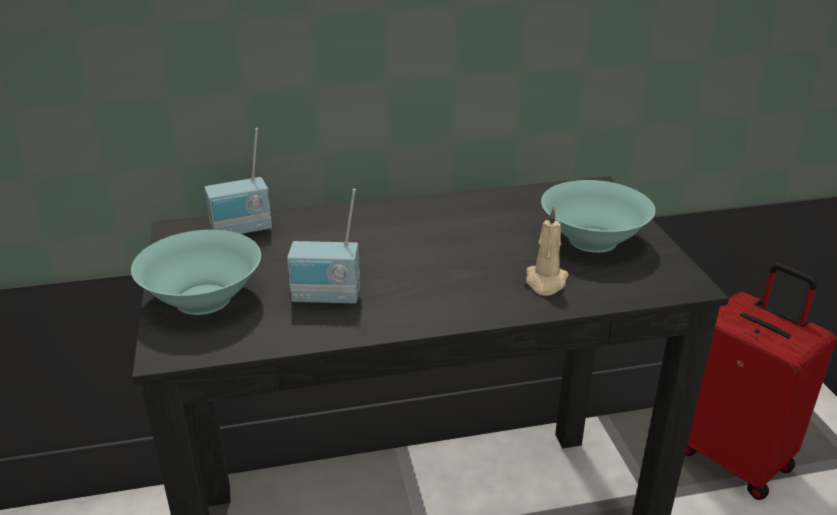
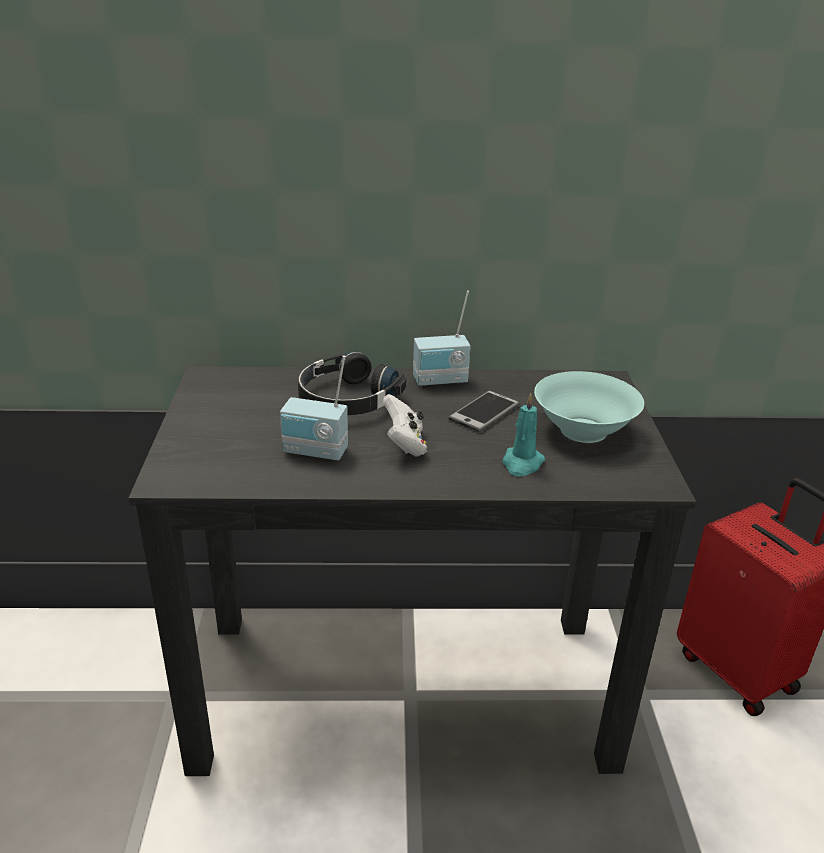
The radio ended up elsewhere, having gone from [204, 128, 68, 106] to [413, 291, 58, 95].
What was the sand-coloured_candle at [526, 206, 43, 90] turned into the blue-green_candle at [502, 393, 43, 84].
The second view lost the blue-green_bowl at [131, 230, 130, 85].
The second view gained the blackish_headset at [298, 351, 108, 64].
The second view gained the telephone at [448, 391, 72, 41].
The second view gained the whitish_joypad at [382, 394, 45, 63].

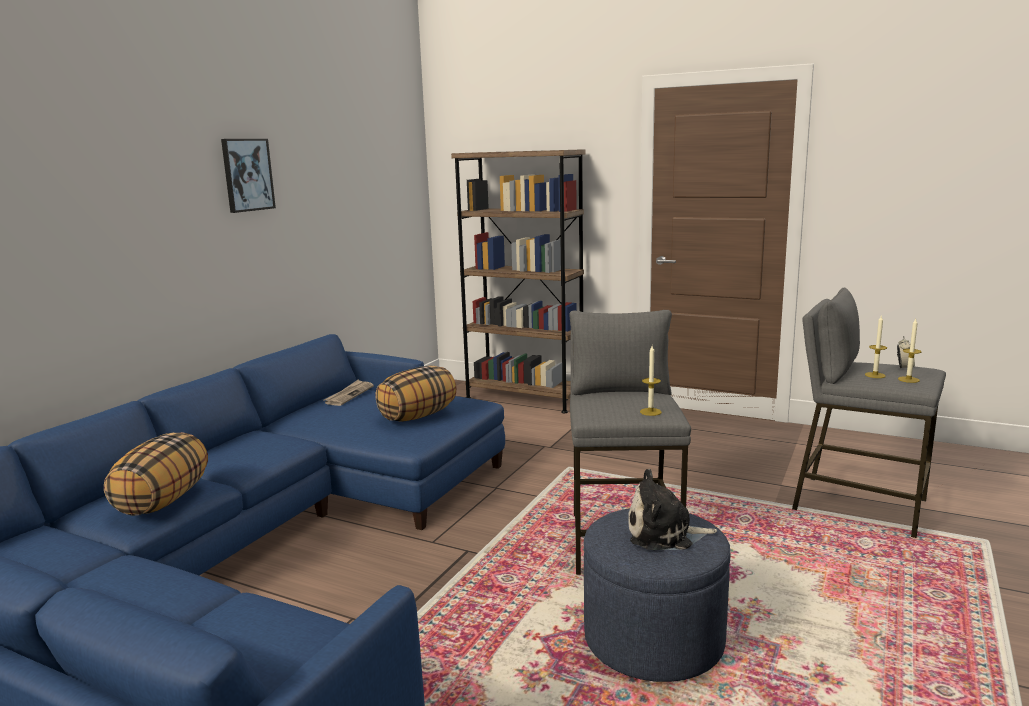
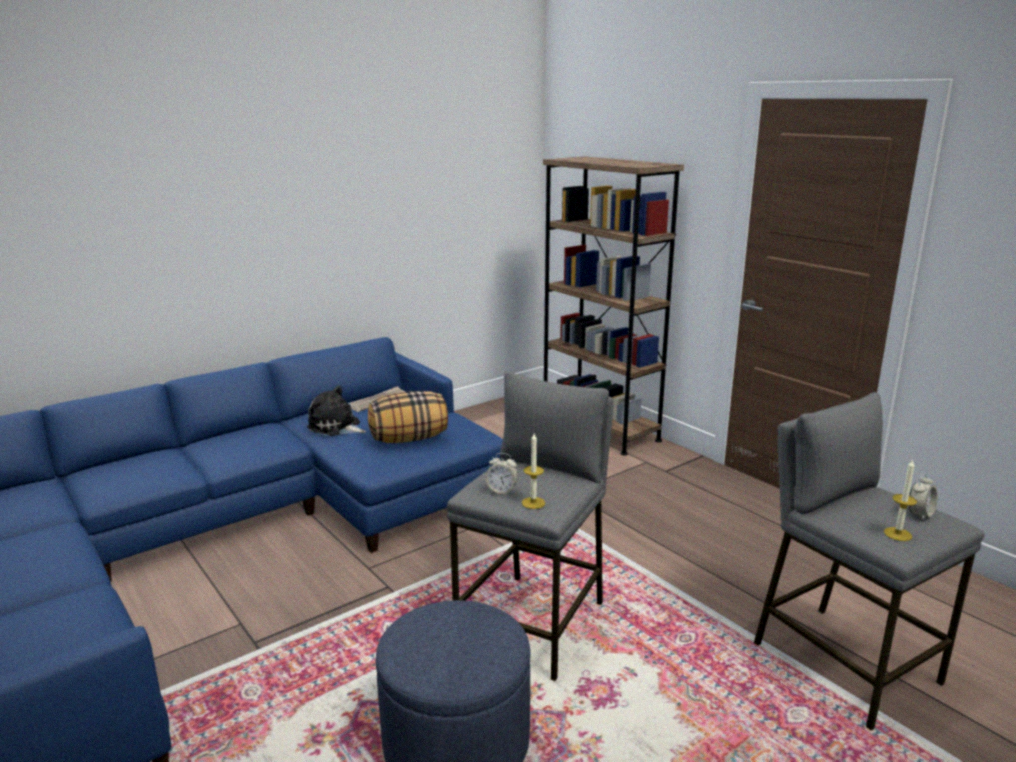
The second view lost the wall_picture at [221, 139, 55, 74].
The second view lost the candle at [865, 316, 22, 62].
The second view lost the cushion at [104, 432, 104, 84].
The cuddly_toy ended up elsewhere, having gone from [628, 469, 89, 81] to [307, 385, 59, 51].
The second view gained the table_clock at [485, 453, 33, 42].

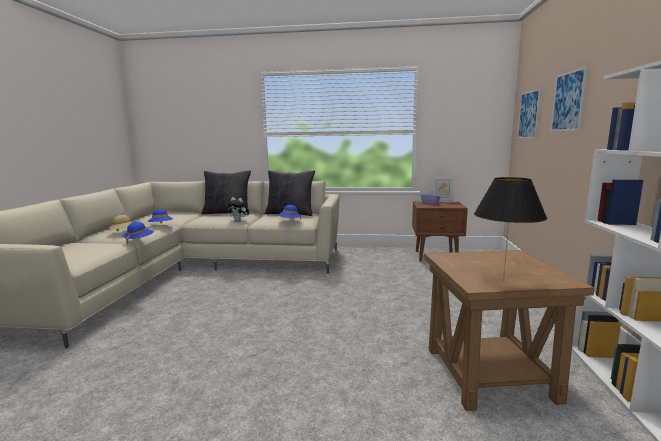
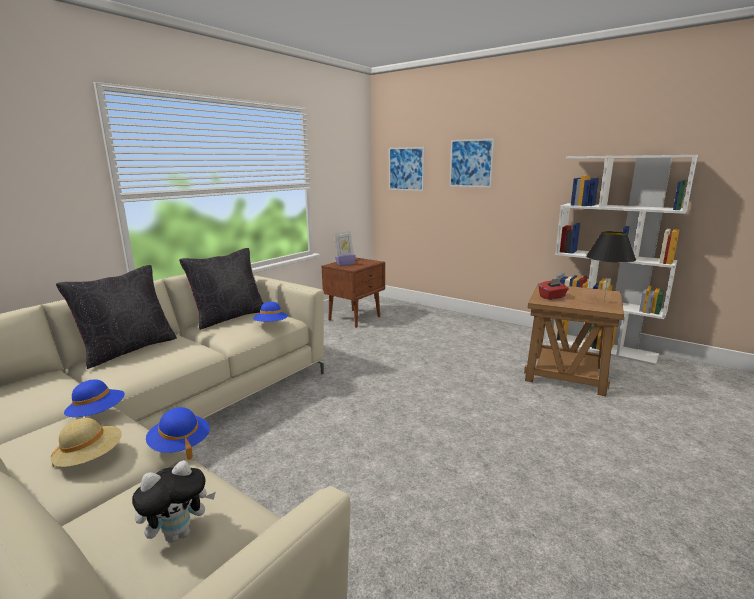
The cuddly_toy ended up elsewhere, having gone from [226, 197, 23, 25] to [132, 460, 84, 83].
The second view gained the red-coloured_box_of_tissues at [539, 278, 30, 22].

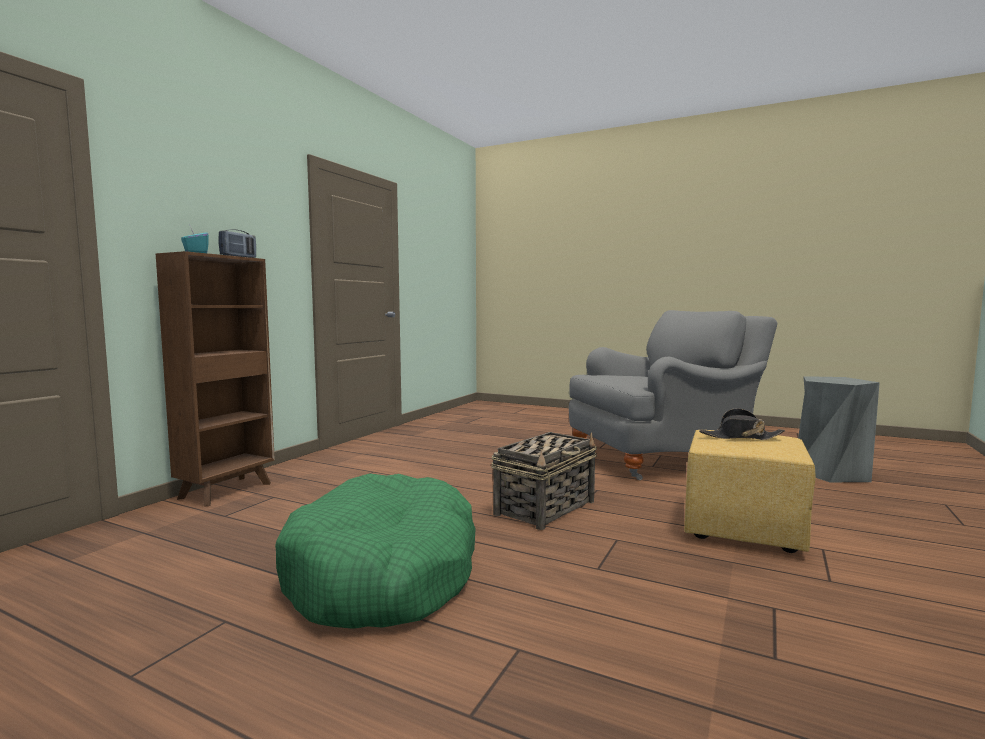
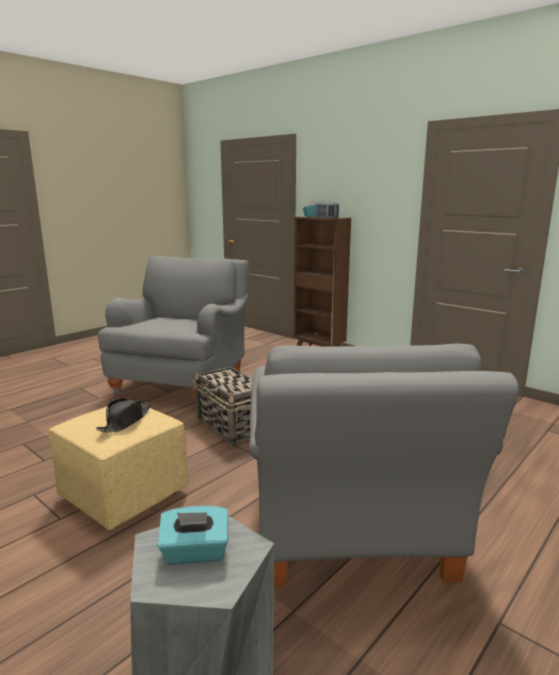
Where the green-coloured_pet_bed stood at [275, 474, 201, 155], the gray_armchair came to stand at [98, 256, 151, 141].
The second view gained the blue-green_box_of_tissues at [157, 506, 71, 59].

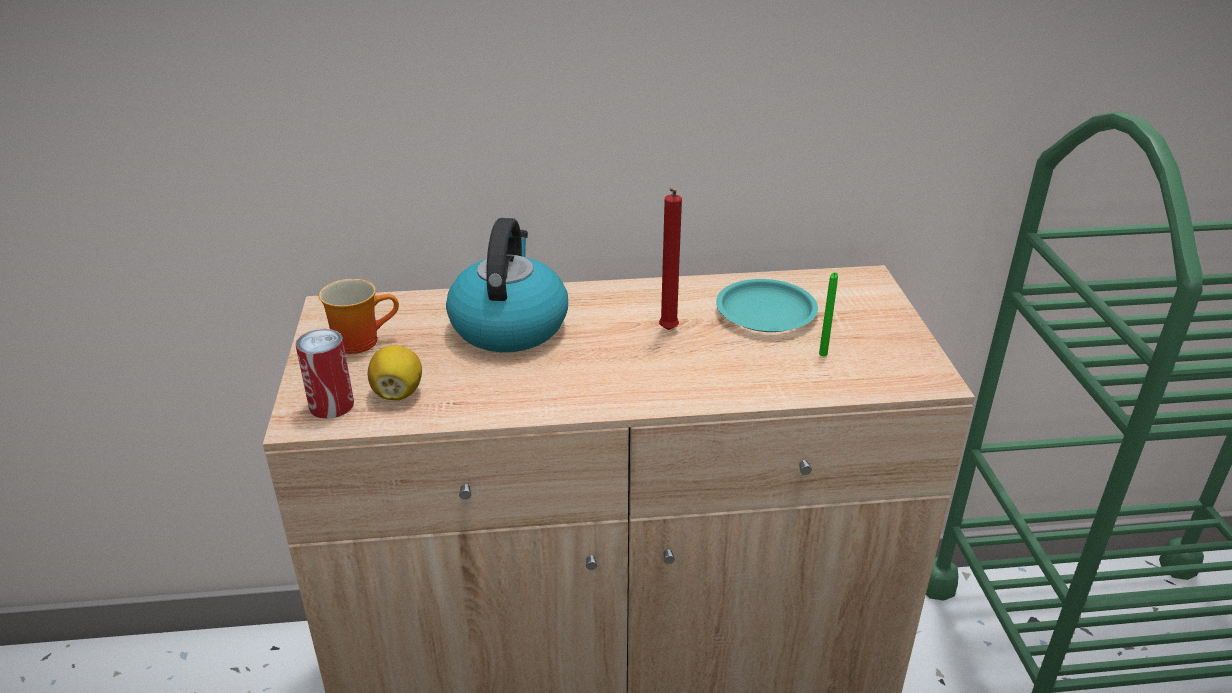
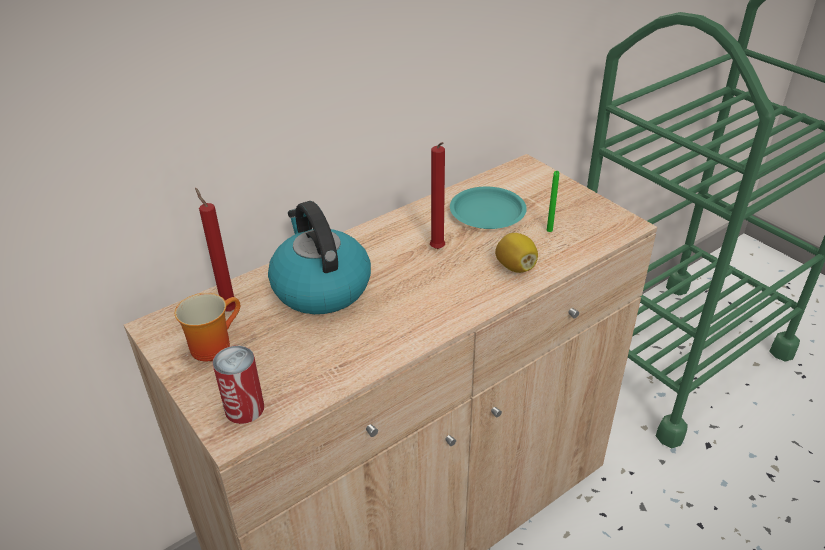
The citrus_fruit ended up elsewhere, having gone from [368, 345, 54, 55] to [495, 233, 43, 40].
The second view gained the red-coloured_candle at [195, 188, 41, 124].

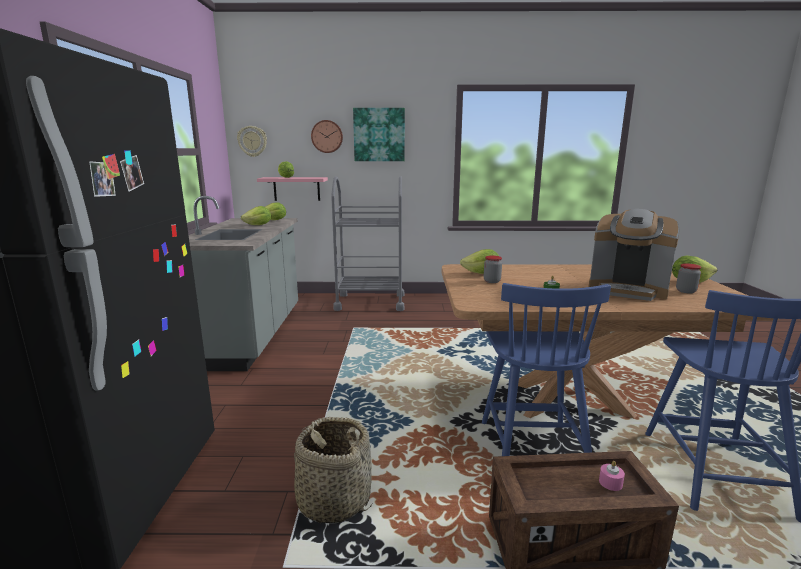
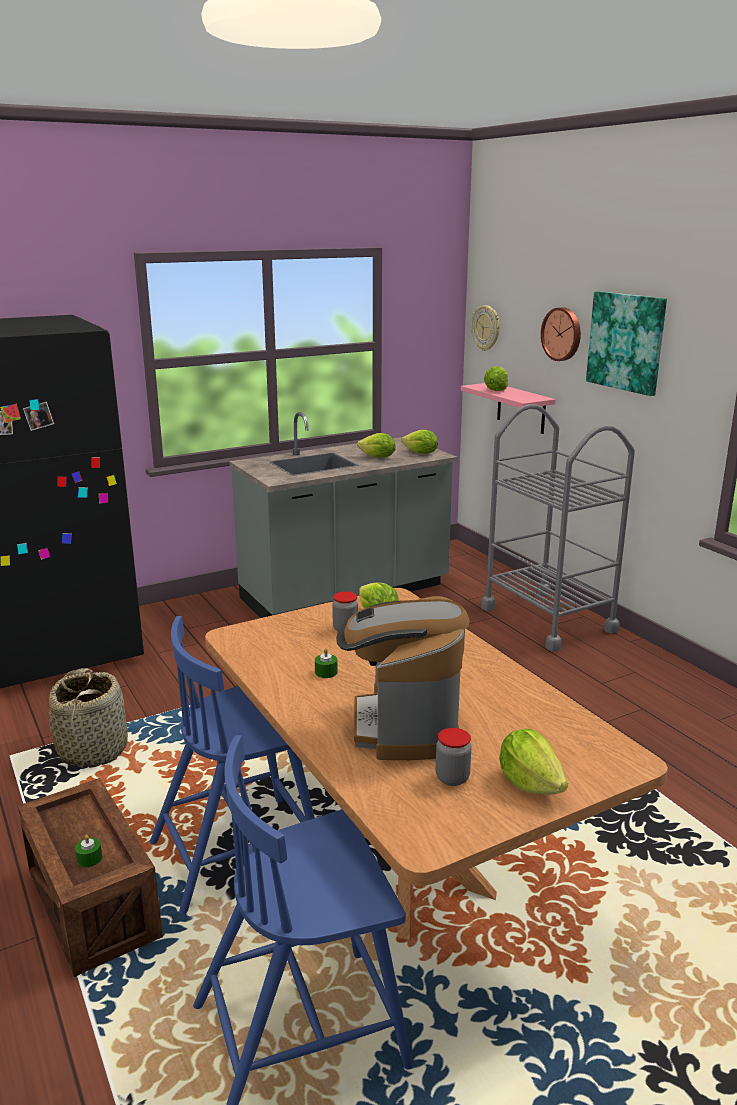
What was the pinkish_candle at [599, 461, 26, 30] turned into the green-coloured_candle at [75, 835, 27, 32].

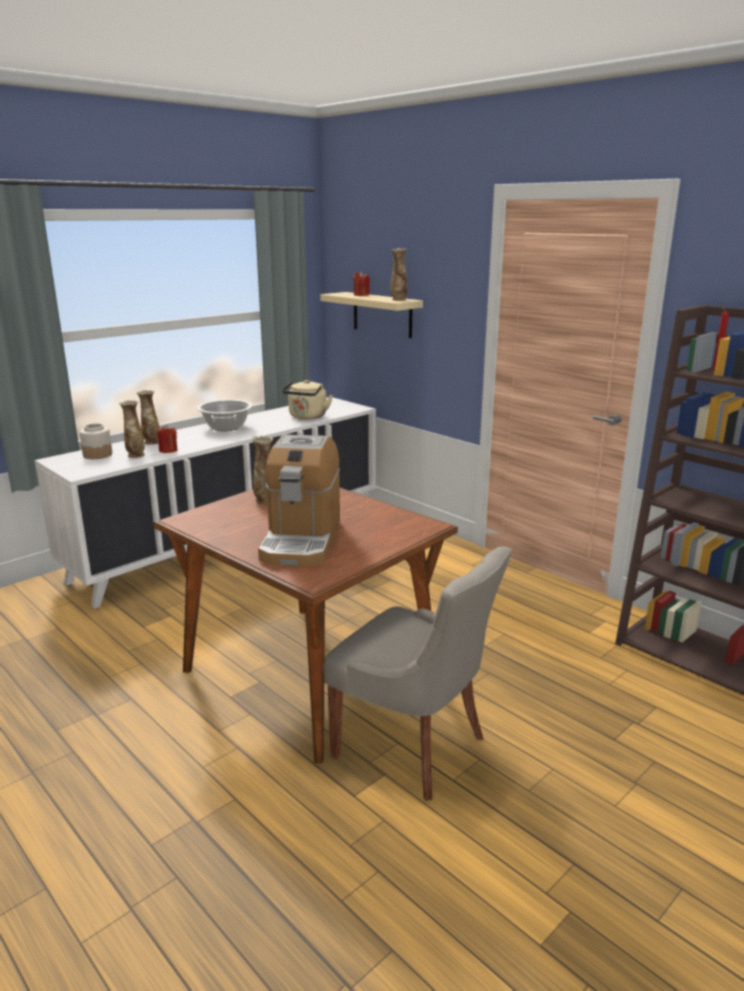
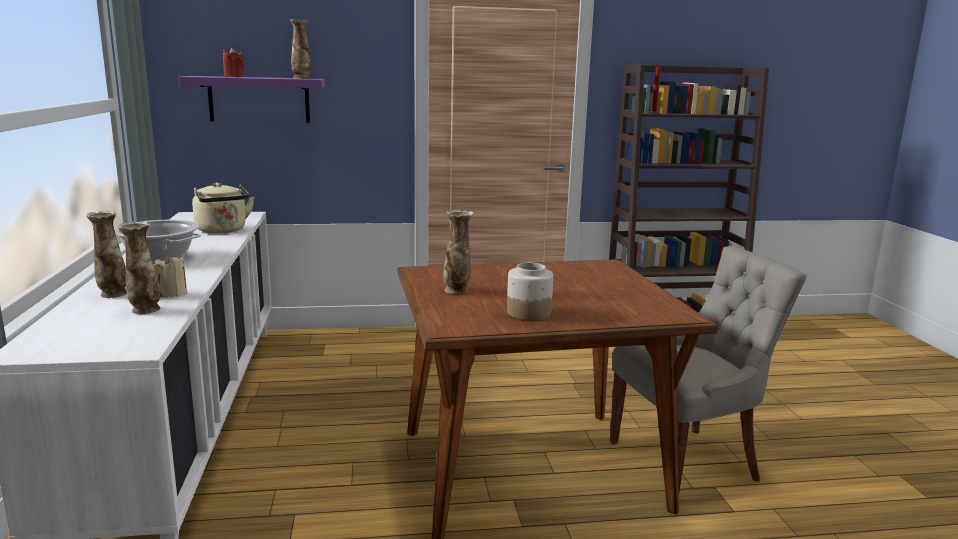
What was the sand-coloured_wall_shelf at [320, 292, 103, 46] turned into the purple-coloured_wall_shelf at [179, 76, 146, 47].
The jar ended up elsewhere, having gone from [80, 423, 32, 36] to [507, 263, 46, 57].
What was the red-coloured_candle at [157, 425, 20, 28] turned into the sand-coloured_candle at [154, 254, 33, 44].
The second view lost the coffee_machine at [258, 434, 82, 133].

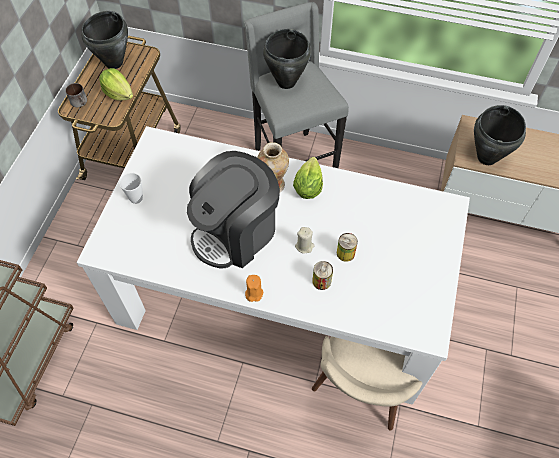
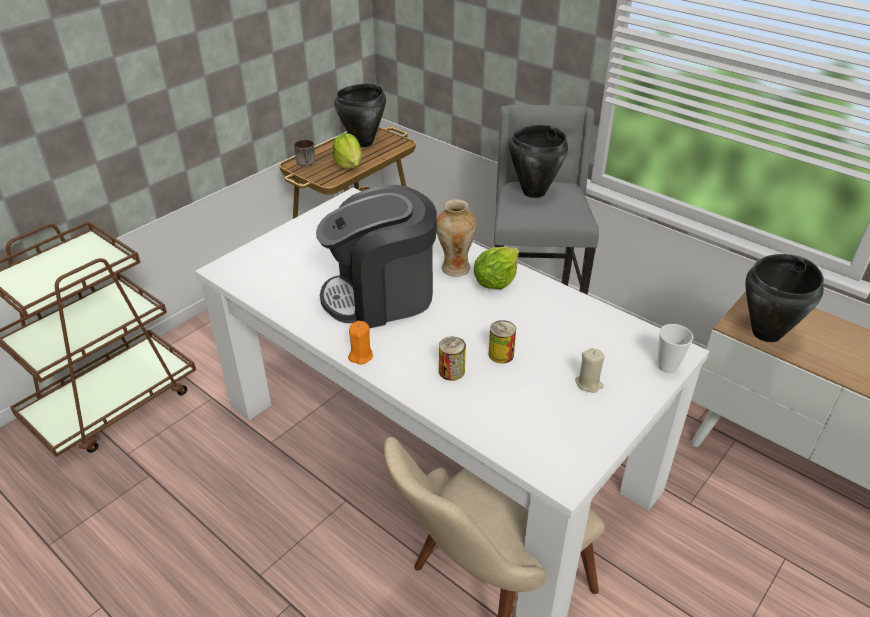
The drinking_cup ended up elsewhere, having gone from [119, 173, 24, 31] to [658, 324, 35, 50].
The sand-coloured_candle ended up elsewhere, having gone from [295, 227, 20, 27] to [575, 348, 30, 45].

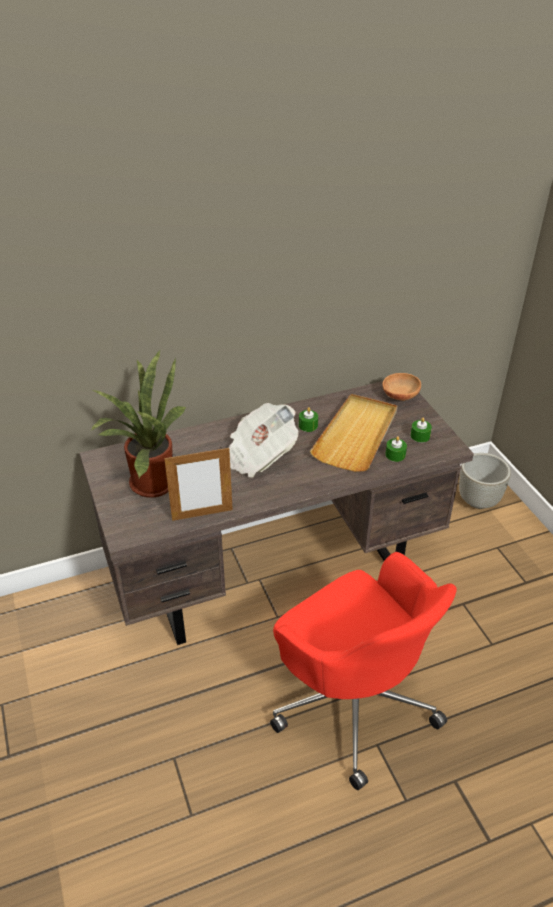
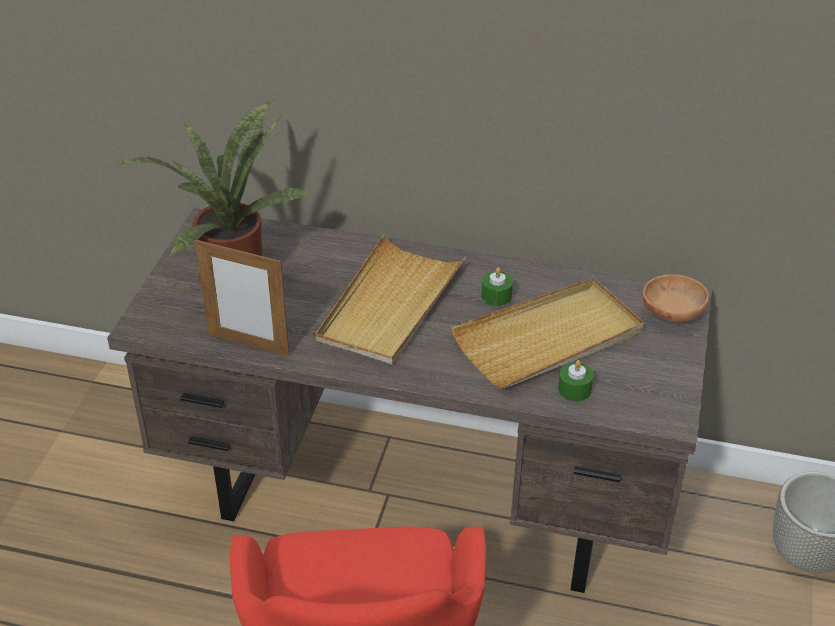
Where the printed_paper stood at [228, 403, 70, 75], the sand-coloured_serving_tray came to stand at [316, 234, 150, 131].
The second view lost the green-coloured_candle at [410, 418, 22, 24].

